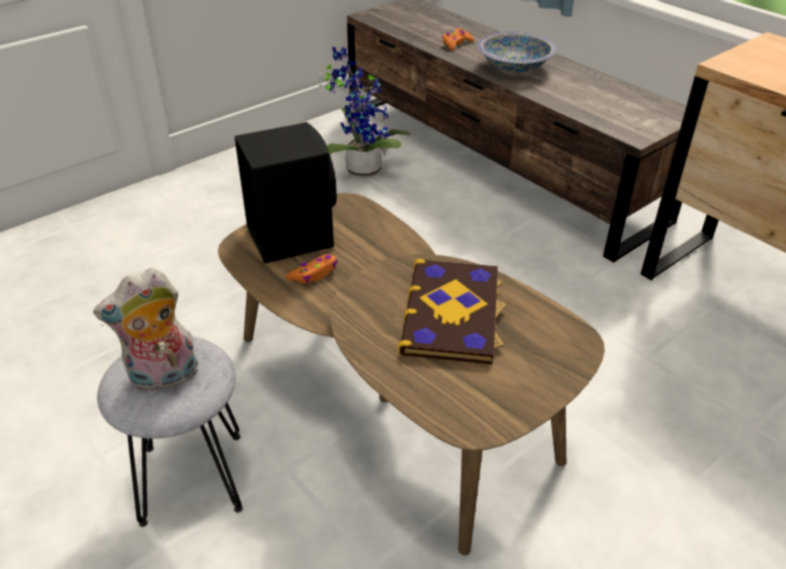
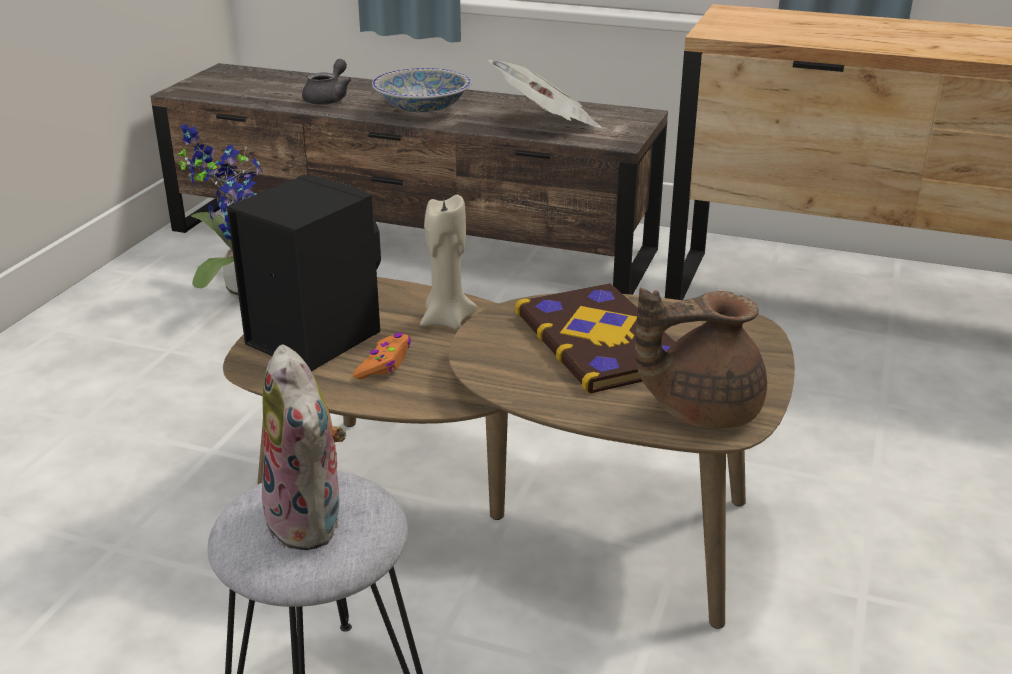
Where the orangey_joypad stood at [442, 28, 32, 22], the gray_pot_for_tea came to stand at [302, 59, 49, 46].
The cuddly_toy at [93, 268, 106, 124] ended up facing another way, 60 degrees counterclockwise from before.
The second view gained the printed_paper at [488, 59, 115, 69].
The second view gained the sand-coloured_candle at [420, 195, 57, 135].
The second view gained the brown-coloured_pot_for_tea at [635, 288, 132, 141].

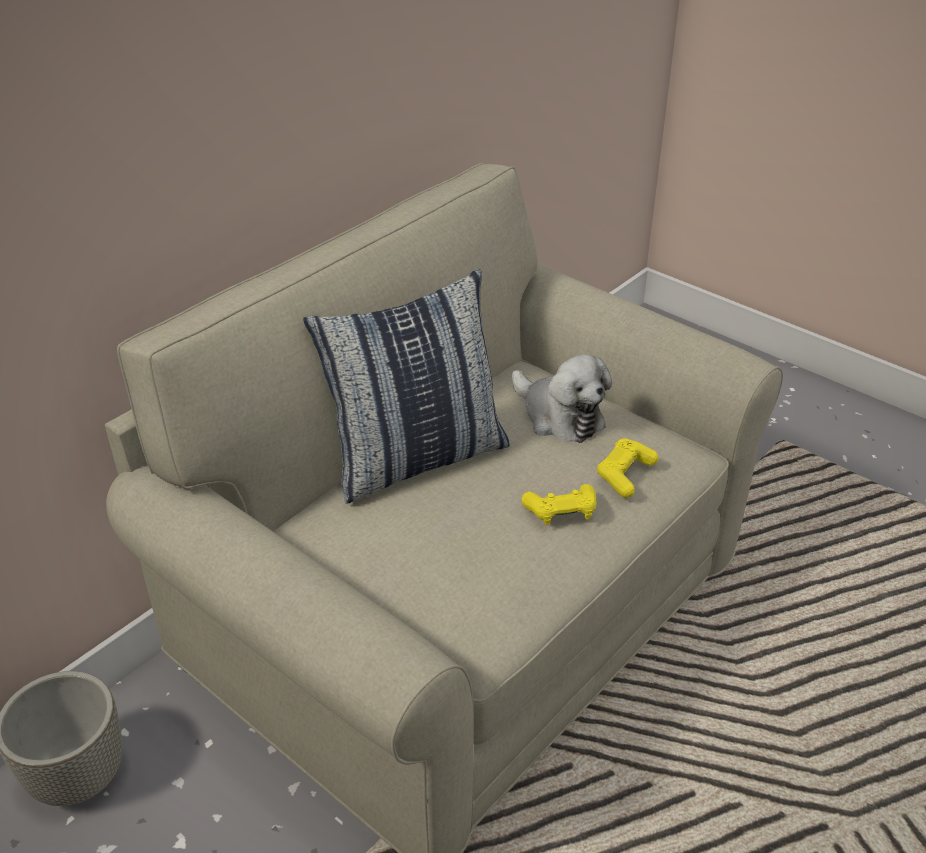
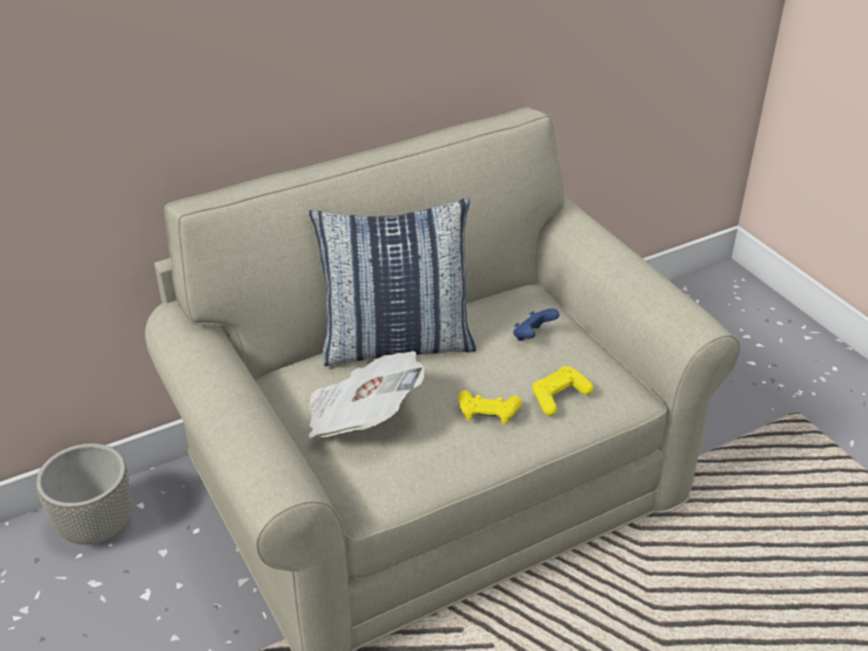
Where the cuddly_toy stood at [512, 354, 100, 89], the blue-coloured_joypad came to stand at [513, 309, 47, 32].
The second view gained the printed_paper at [309, 351, 116, 87].

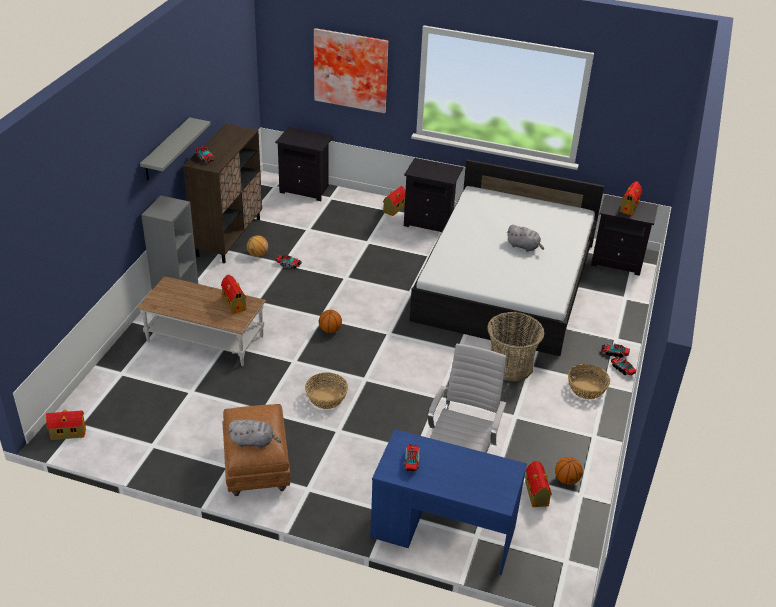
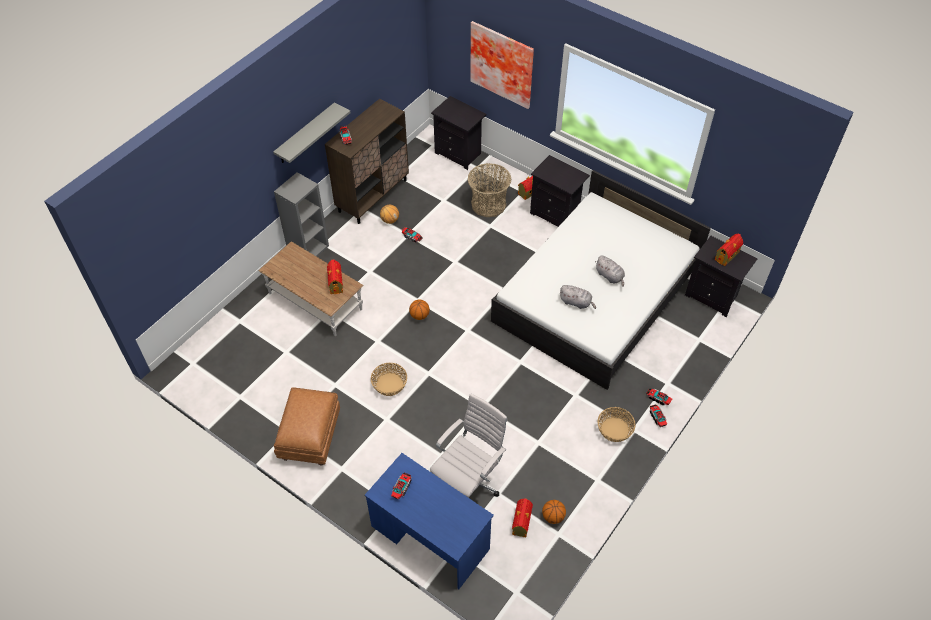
The basket ended up elsewhere, having gone from [487, 312, 58, 69] to [468, 163, 44, 54].
The second view lost the miniature_house at [46, 410, 40, 30].
The gray_cuddly_toy ended up elsewhere, having gone from [228, 420, 53, 29] to [559, 285, 37, 24].

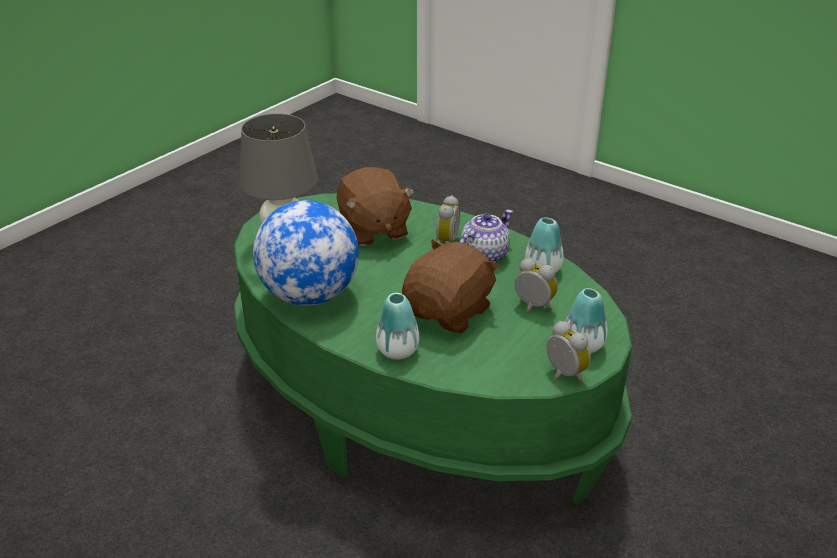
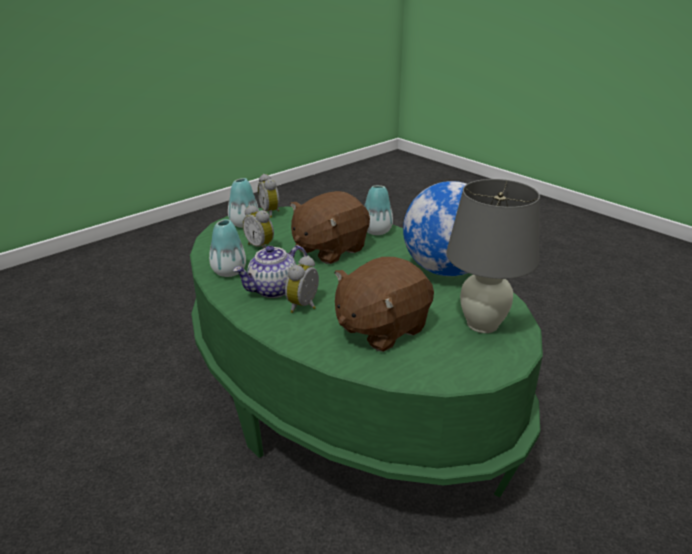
The brown-coloured_cuddly_toy at [336, 167, 79, 79] ended up facing another way, 120 degrees counterclockwise from before.

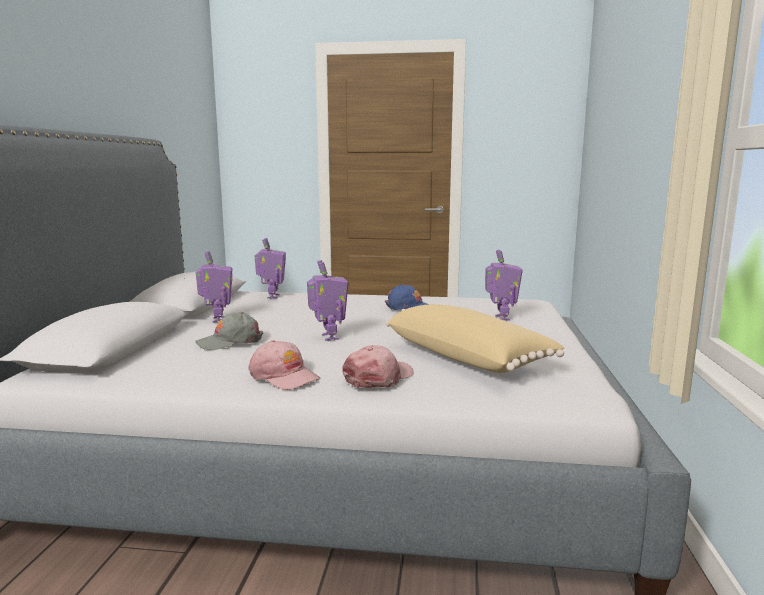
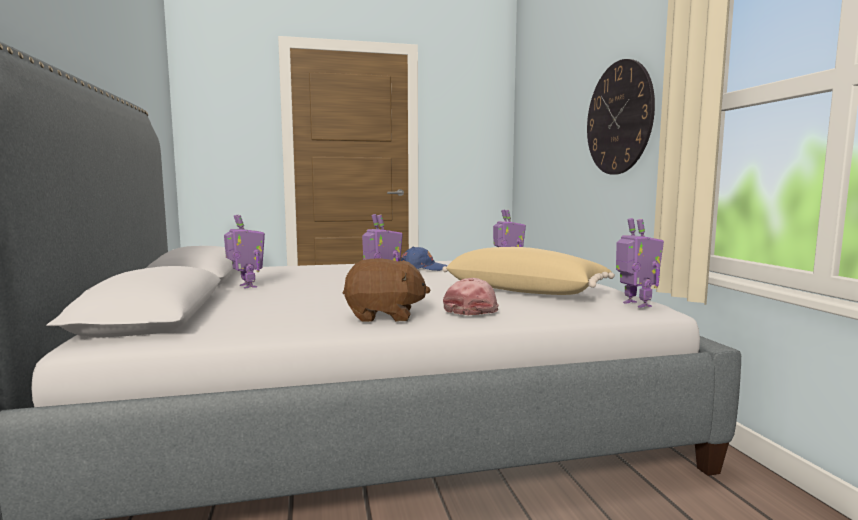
The toy_robot ended up elsewhere, having gone from [254, 238, 32, 60] to [616, 218, 48, 90].
The second view lost the gray_baseball_cap at [195, 312, 68, 38].
Where the pinkish_baseball_cap stood at [248, 340, 72, 50], the brown-coloured_cuddly_toy came to stand at [343, 258, 87, 64].
The second view gained the hanging_clock at [587, 59, 68, 116].

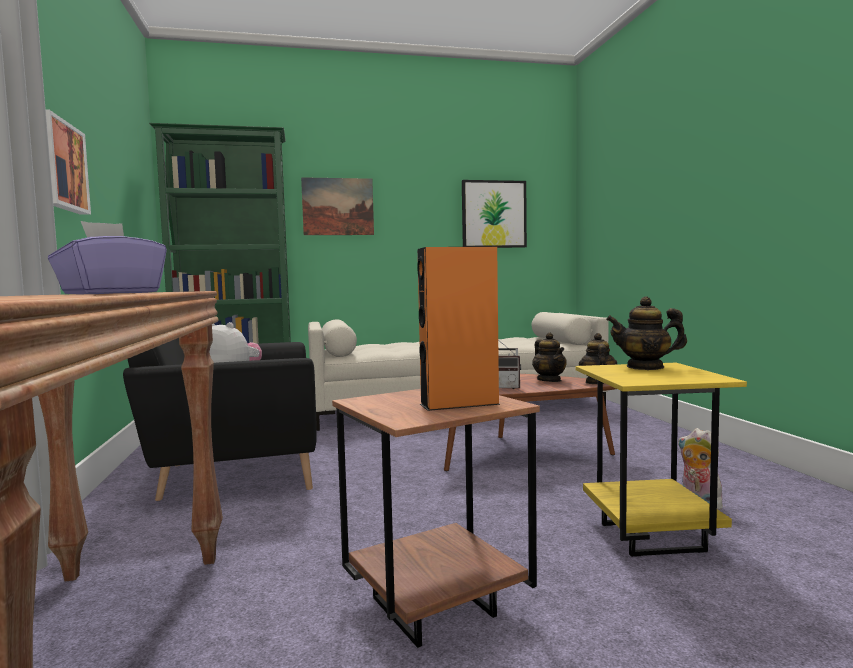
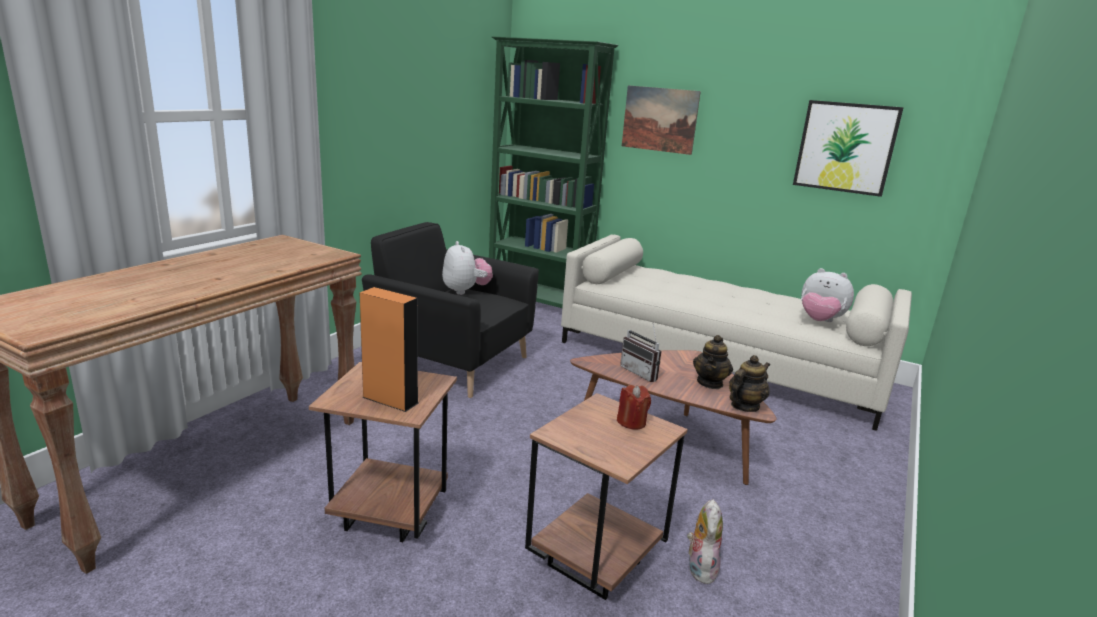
The second view lost the wall_picture at [46, 109, 45, 106].
The second view lost the purple-coloured_box_of_tissues at [48, 221, 119, 73].
Where the pot_for_tea stood at [606, 296, 81, 74], the red-coloured_candle came to stand at [617, 385, 34, 45].
What was the yellowish_end_table at [576, 363, 171, 194] turned into the brown-coloured_end_table at [525, 393, 163, 207].
The second view gained the cuddly_toy at [801, 268, 53, 54].

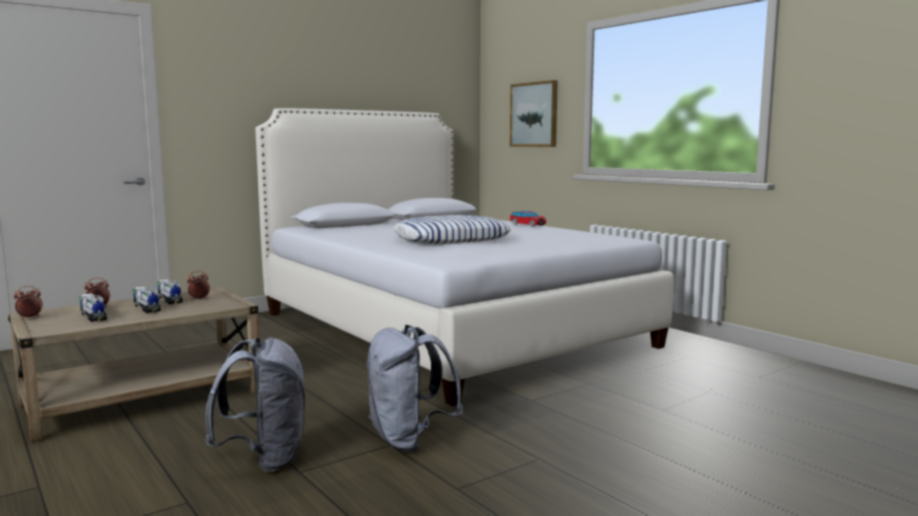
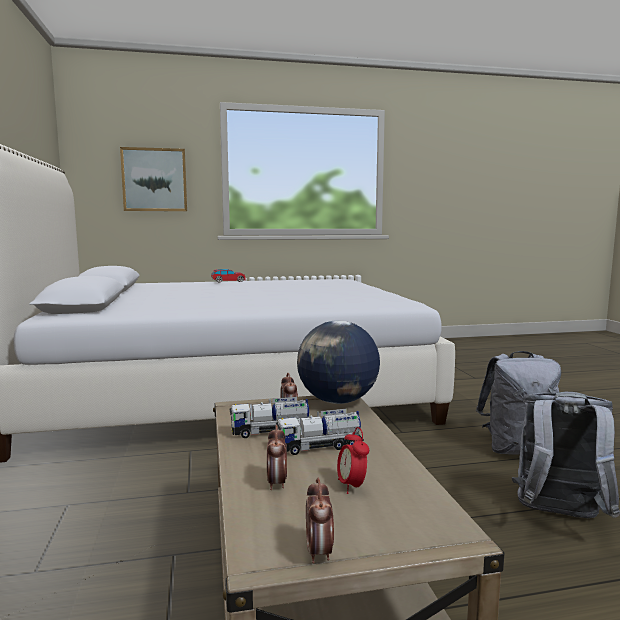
The second view lost the cushion at [393, 215, 117, 29].
Where the toy_truck stood at [79, 293, 28, 29], the table_clock came to stand at [337, 427, 32, 67].
The second view gained the globe at [297, 320, 83, 84].

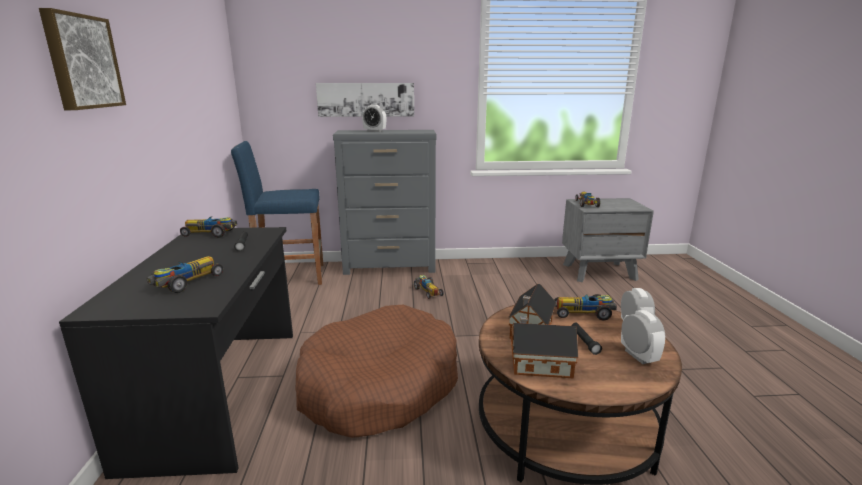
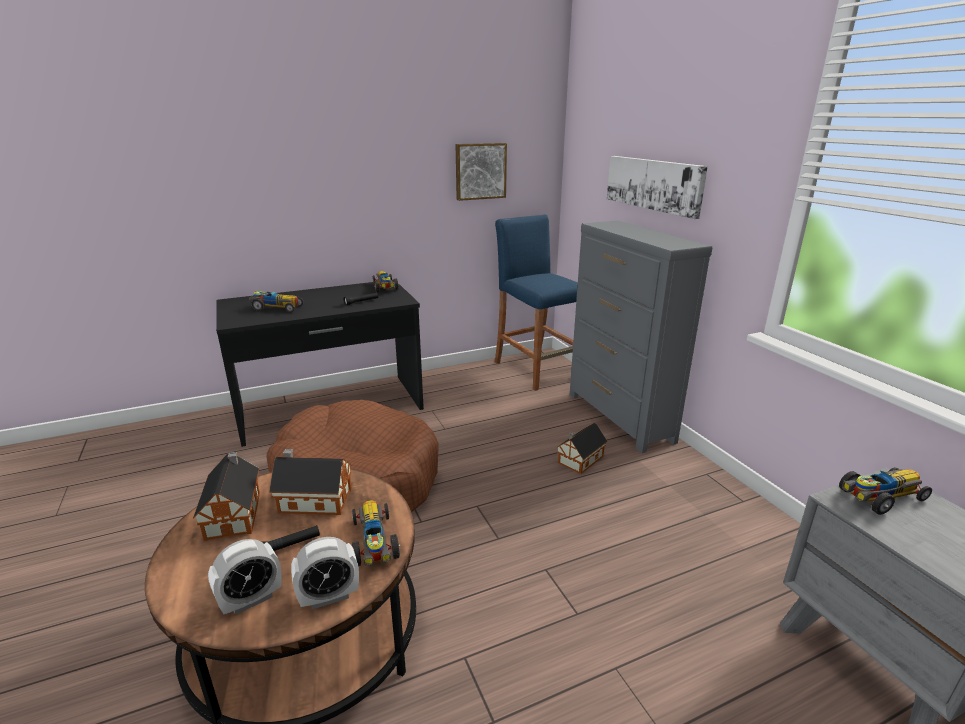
The wall_picture ended up elsewhere, having gone from [39, 8, 87, 102] to [456, 143, 51, 58].
The second view lost the table_clock at [362, 105, 24, 27].
Where the miniature_car stood at [414, 275, 30, 24], the miniature_house came to stand at [556, 423, 52, 51].

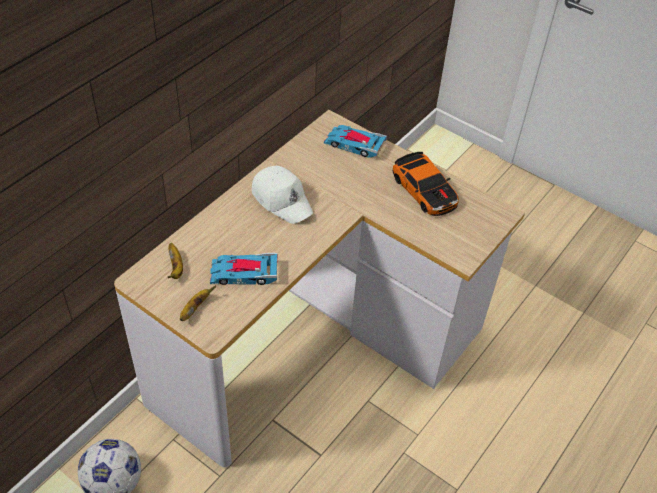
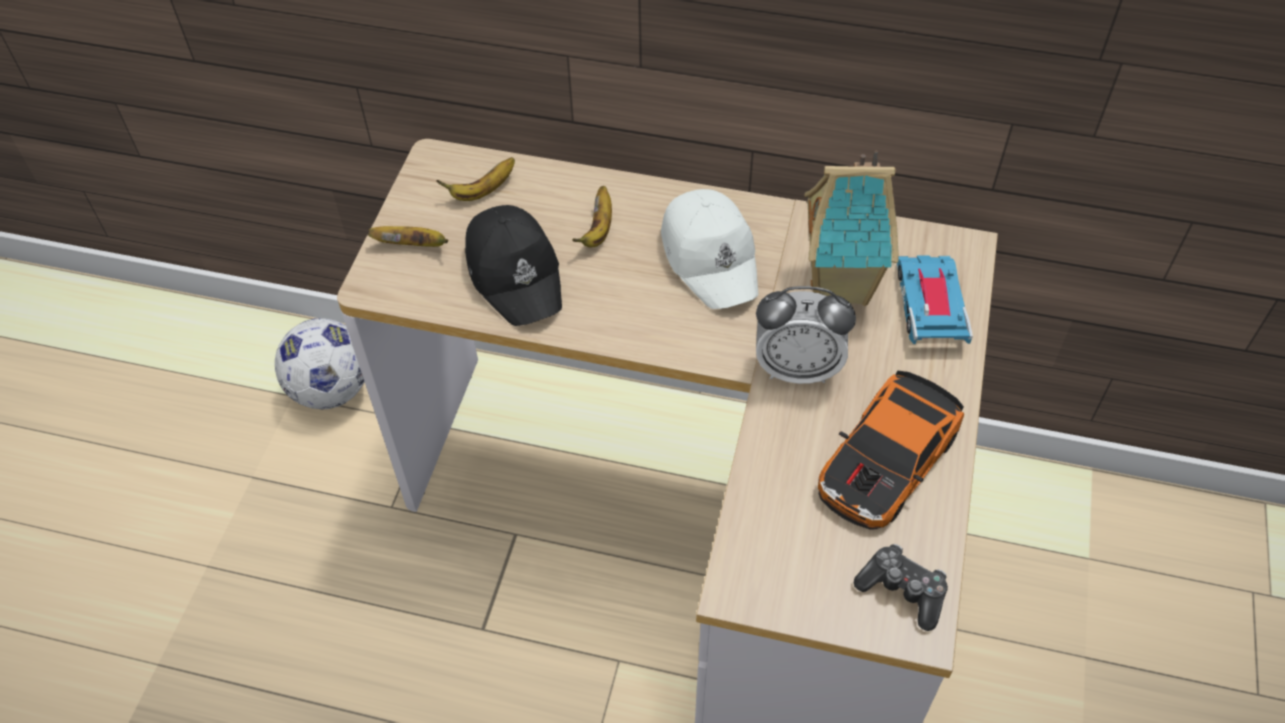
The whitish_baseball_cap at [252, 166, 61, 58] ended up facing another way, 45 degrees counterclockwise from before.
Where the miniature_car stood at [210, 253, 67, 32], the blackish_baseball_cap came to stand at [465, 205, 97, 121].
The second view gained the miniature_house at [805, 150, 94, 156].
The second view gained the banana at [573, 186, 39, 62].
The second view gained the table_clock at [756, 286, 100, 98].
The second view gained the joypad at [854, 544, 94, 87].

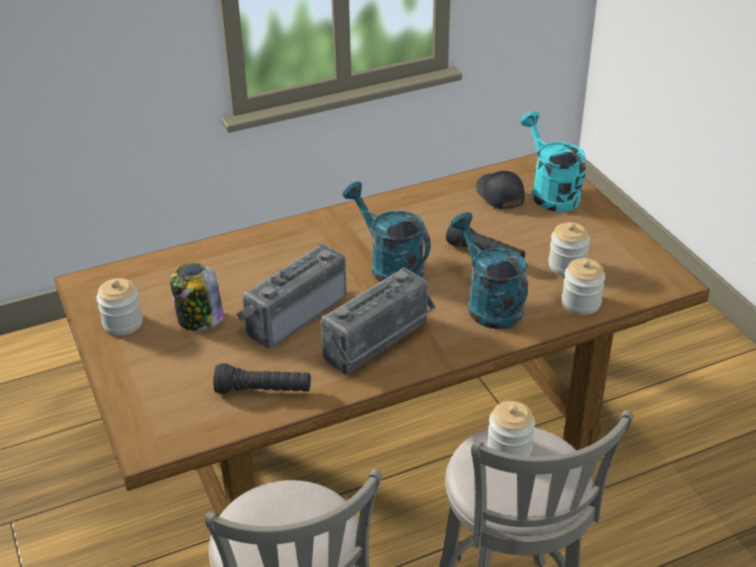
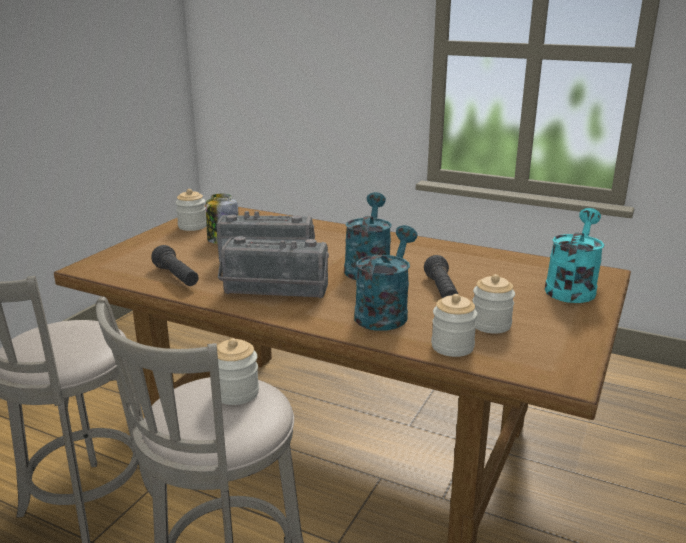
The second view lost the blackish_baseball_cap at [476, 171, 49, 38].

